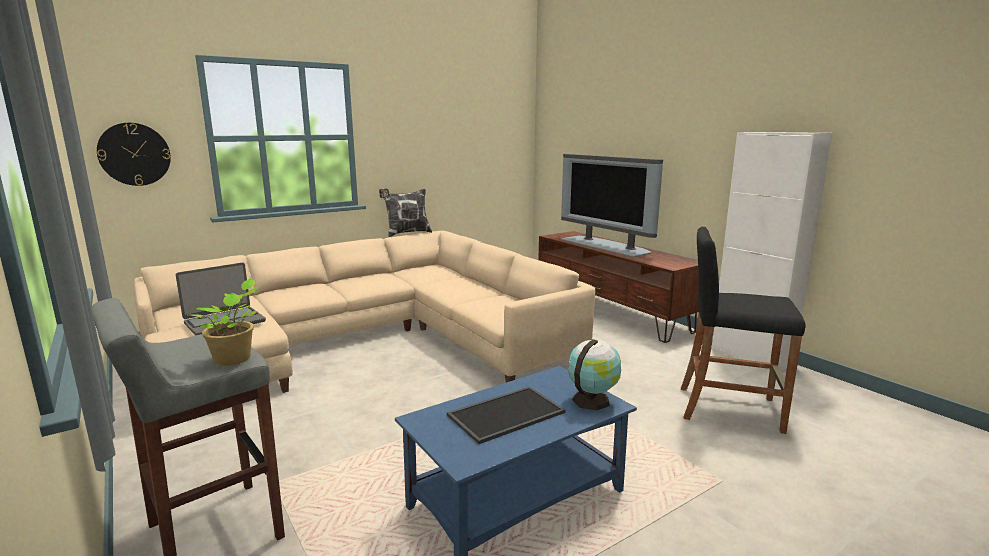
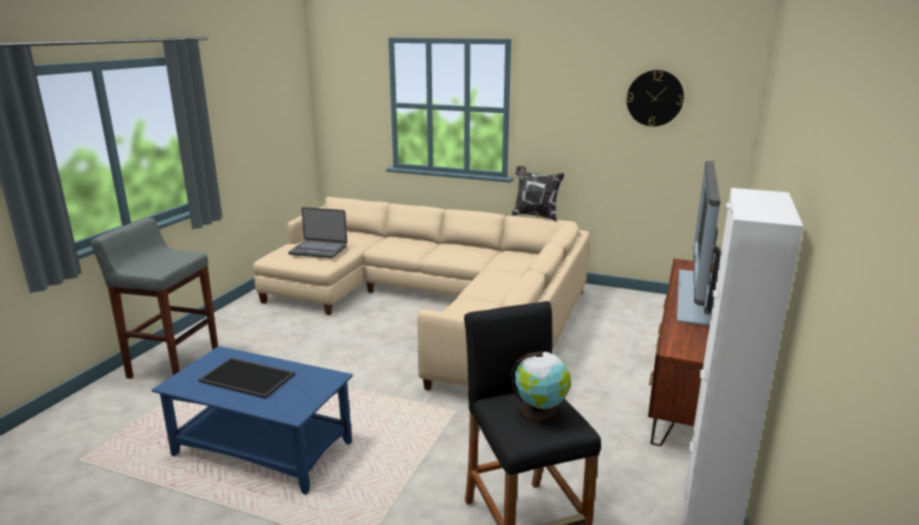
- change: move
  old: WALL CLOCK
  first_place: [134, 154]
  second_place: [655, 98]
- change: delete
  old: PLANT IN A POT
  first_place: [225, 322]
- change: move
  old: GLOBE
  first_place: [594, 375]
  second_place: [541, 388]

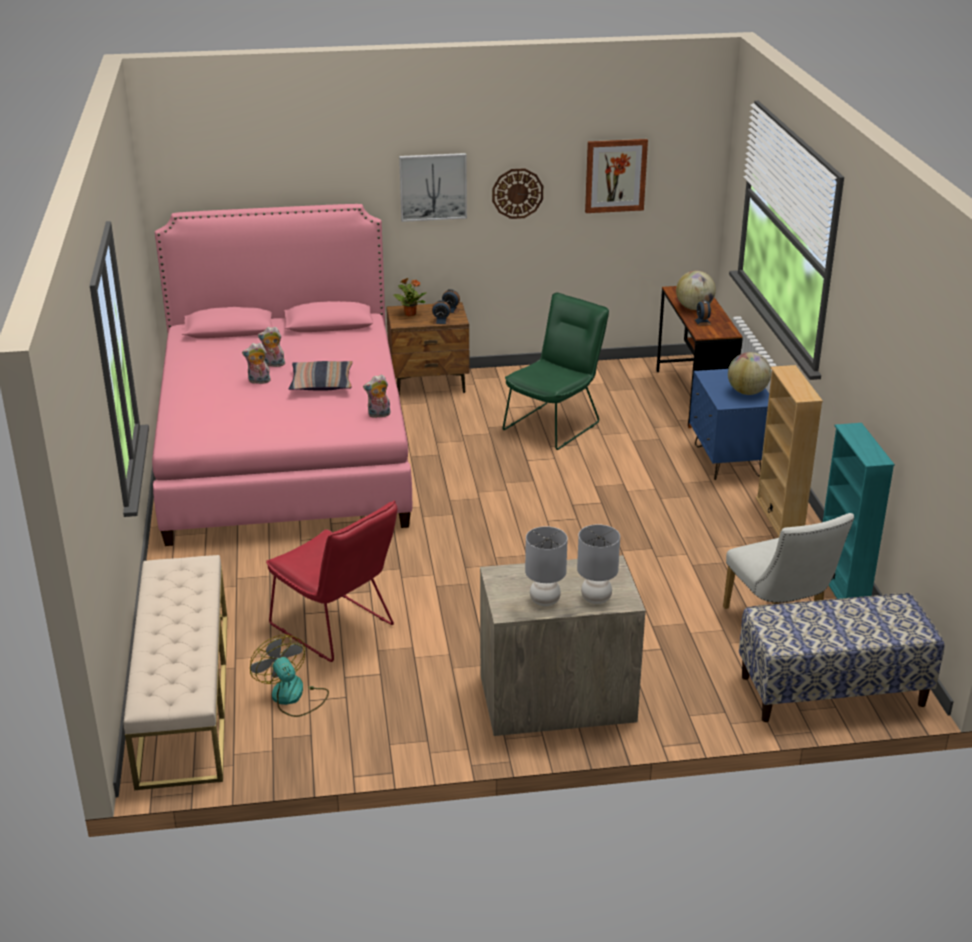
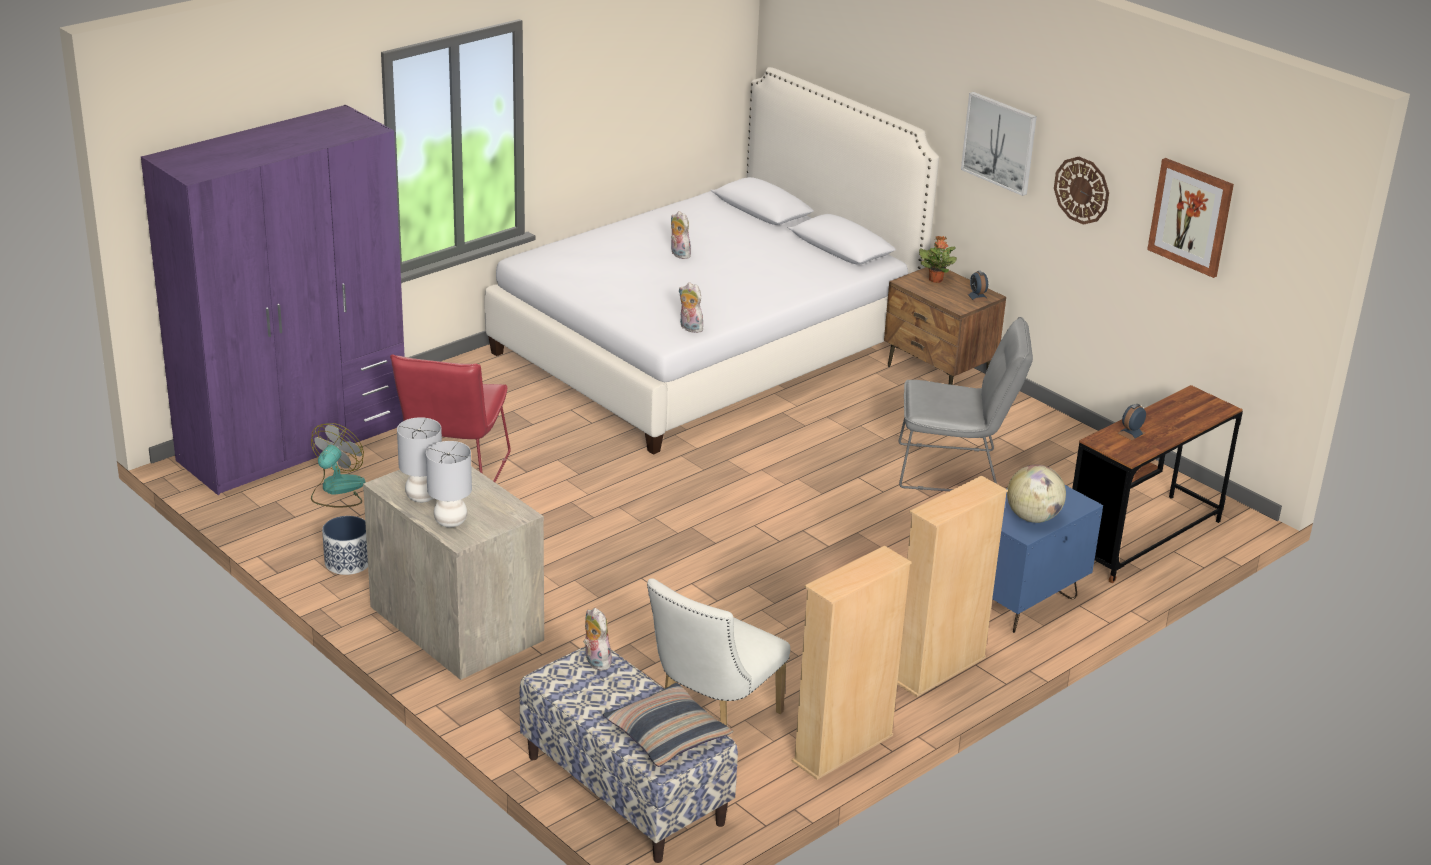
- change: replace
  old: BEIGE-COLOURED BENCH
  new: PURPLE ARMOIRE
  first_place: [175, 672]
  second_place: [273, 300]
- change: recolor
  old: PINK SLEEPING BED
  new: WHITE SLEEPING BED
  first_place: [282, 375]
  second_place: [712, 261]
- change: move
  old: CUDDLY TOY
  first_place: [271, 347]
  second_place: [597, 639]
- change: move
  old: CUSHION
  first_place: [321, 375]
  second_place: [668, 725]
- change: delete
  old: TABLE CLOCK
  first_place: [441, 312]
- change: recolor
  old: GREEN-COLOURED PLAIN CHAIR
  new: GREY PLAIN CHAIR
  first_place: [555, 371]
  second_place: [966, 404]
- change: delete
  old: GLOBE
  first_place: [696, 290]
- change: recolor
  old: TURQUOISE SHELVING UNIT
  new: BEIGE-COLOURED SHELVING UNIT
  first_place: [859, 511]
  second_place: [852, 662]
- change: insert
  new: PLANTER
  second_place: [345, 545]

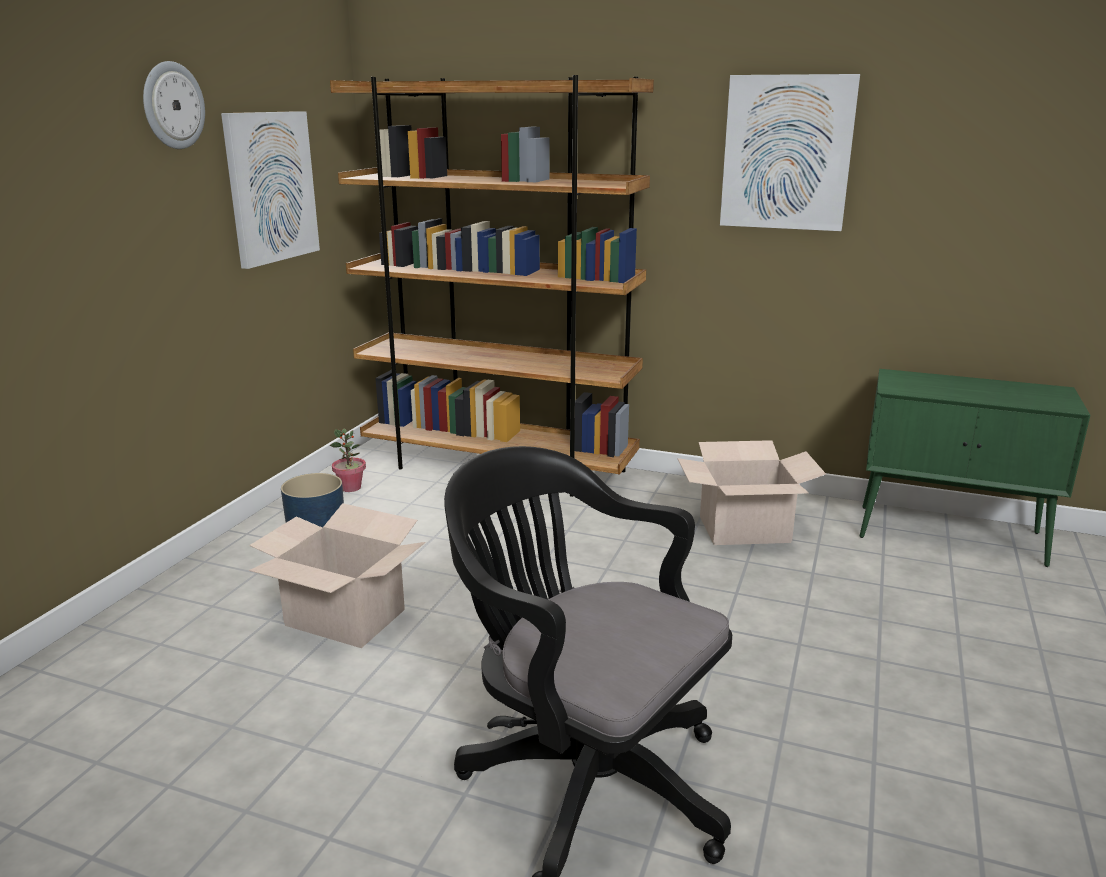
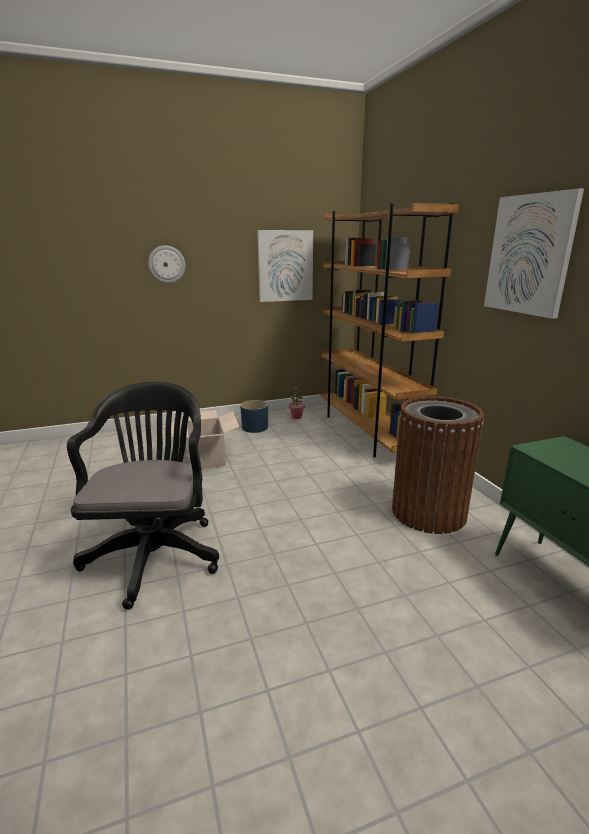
- change: move
  old: WALL CLOCK
  first_place: [174, 105]
  second_place: [166, 264]
- change: replace
  old: PACKING BOX
  new: BROWNISH TRASH CAN
  first_place: [751, 492]
  second_place: [438, 465]

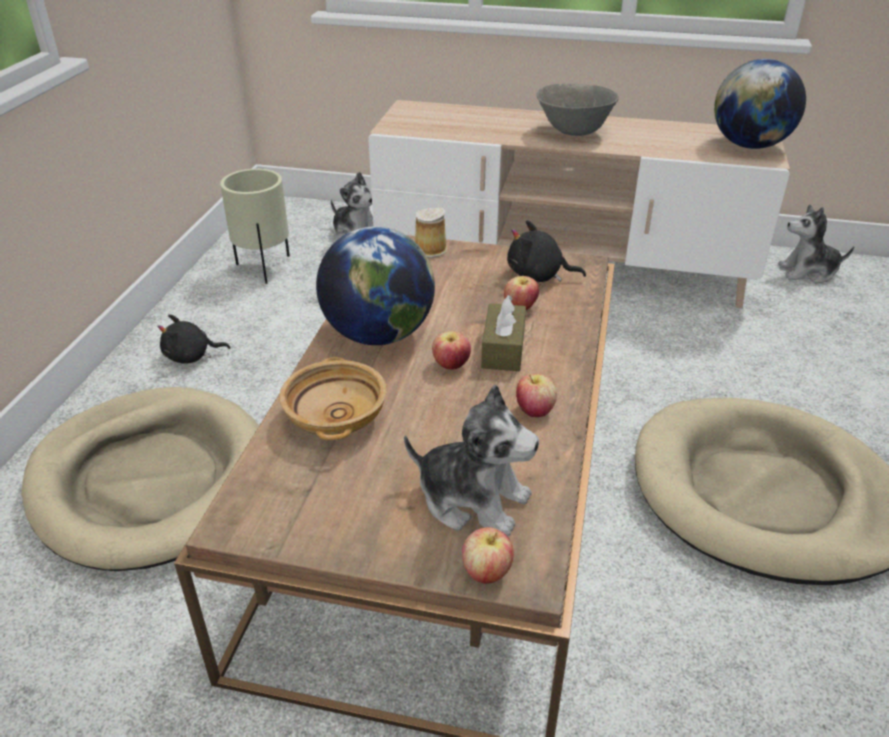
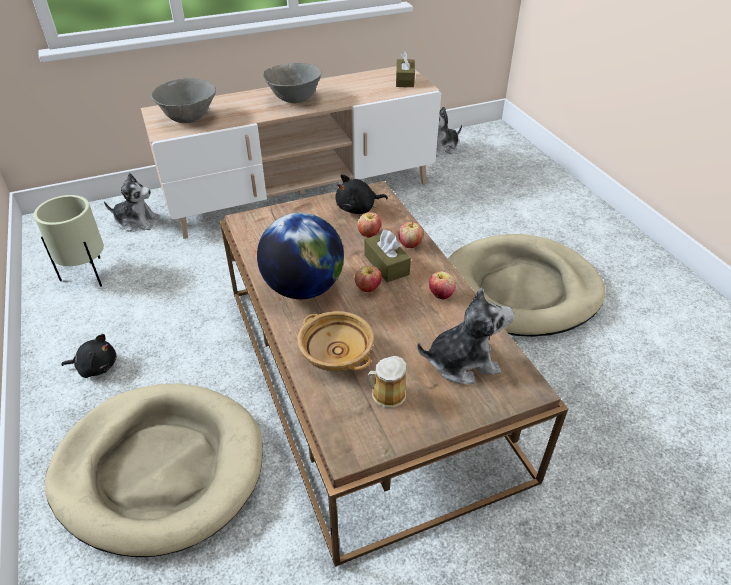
- change: rotate
  old: BLACK CUDDLY TOY
  first_place: [193, 339]
  second_place: [89, 356]
  degrees: -135
- change: move
  old: COFFEE MUG
  first_place: [431, 233]
  second_place: [386, 382]
- change: move
  old: APPLE FRUIT
  first_place: [488, 555]
  second_place: [410, 234]
- change: replace
  old: GLOBE
  new: BROWNISH TISSUE BOX
  first_place: [760, 104]
  second_place: [405, 69]
- change: insert
  new: GREY SERVING BOWL
  second_place: [183, 100]

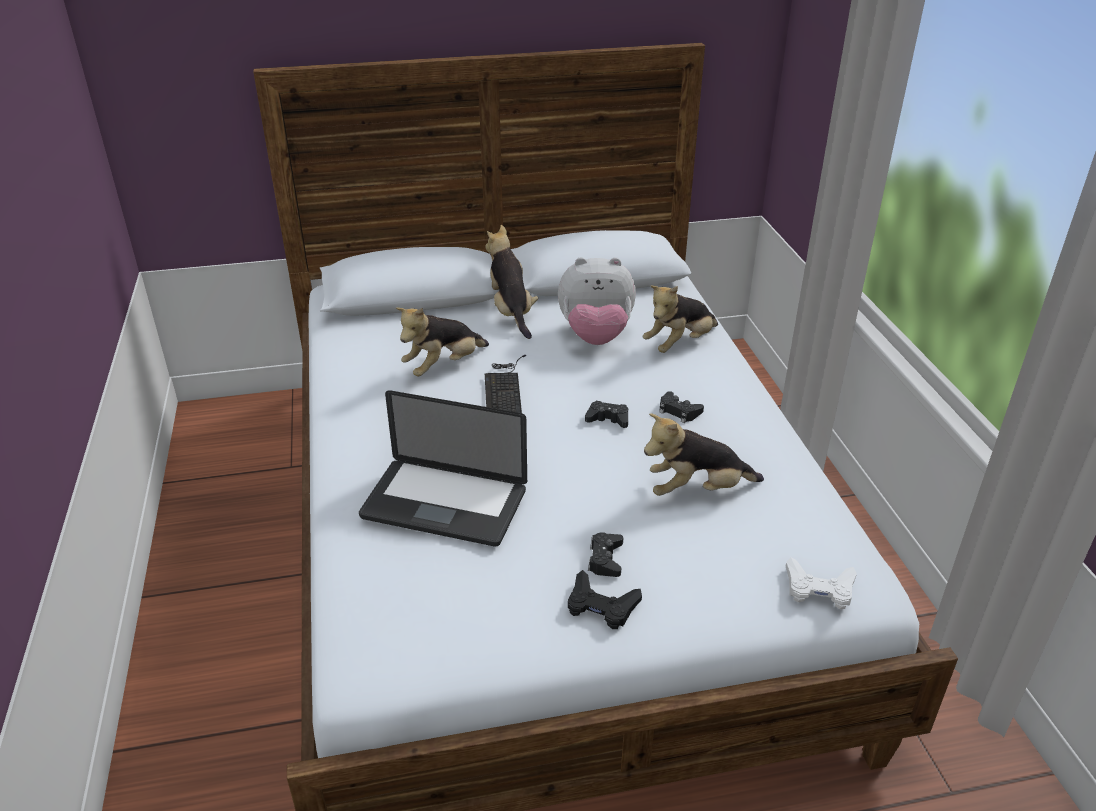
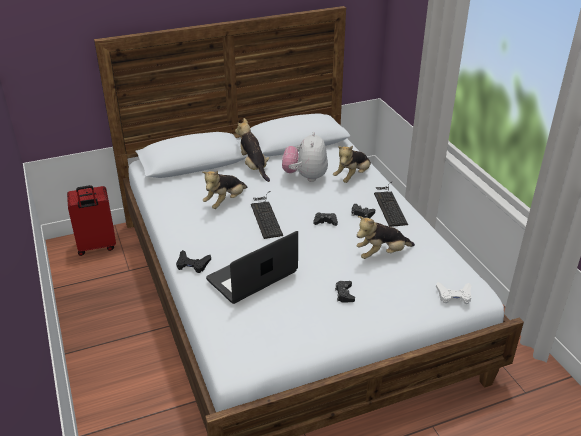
- change: rotate
  old: PORTABLE COMPUTER
  first_place: [443, 468]
  second_place: [252, 267]
  degrees: 135
- change: rotate
  old: CUDDLY TOY
  first_place: [597, 301]
  second_place: [305, 157]
  degrees: 105
- change: move
  old: BLACK GAME CONTROLLER
  first_place: [605, 599]
  second_place: [193, 261]
- change: insert
  new: RED-COLOURED SUITCASE
  second_place: [91, 220]
- change: insert
  new: KEYBOARD
  second_place: [391, 204]

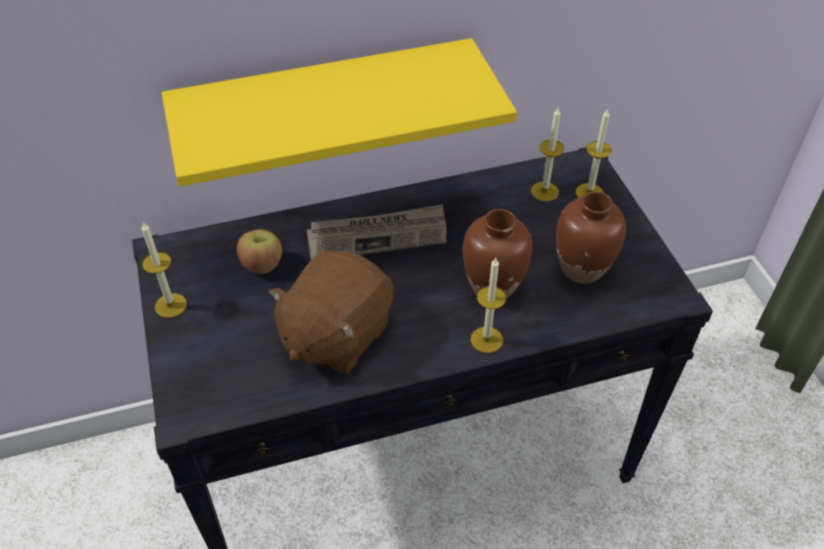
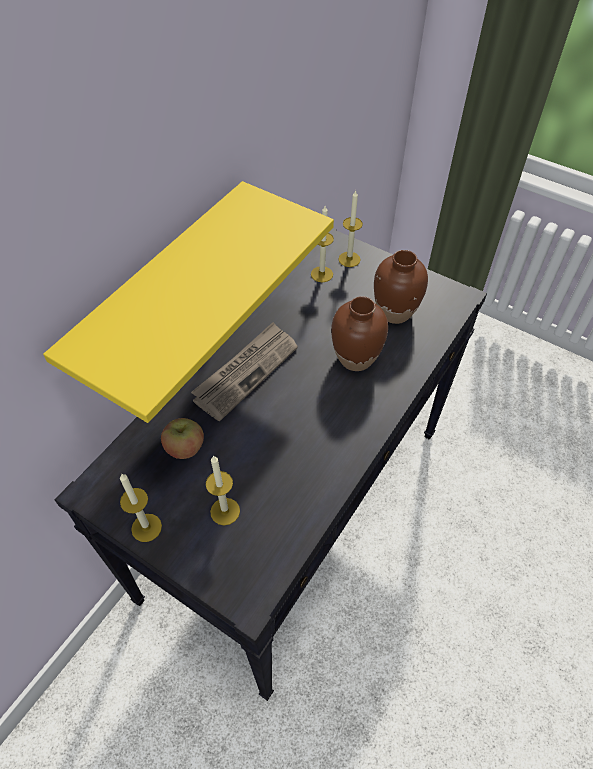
- change: delete
  old: BROWNISH CUDDLY TOY
  first_place: [331, 312]
- change: move
  old: CANDLE
  first_place: [488, 305]
  second_place: [223, 490]

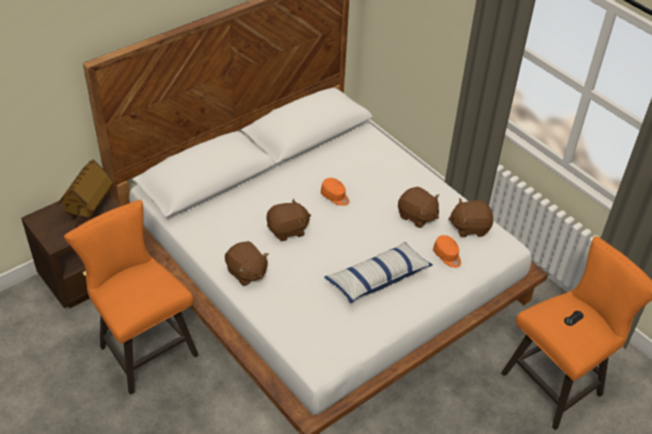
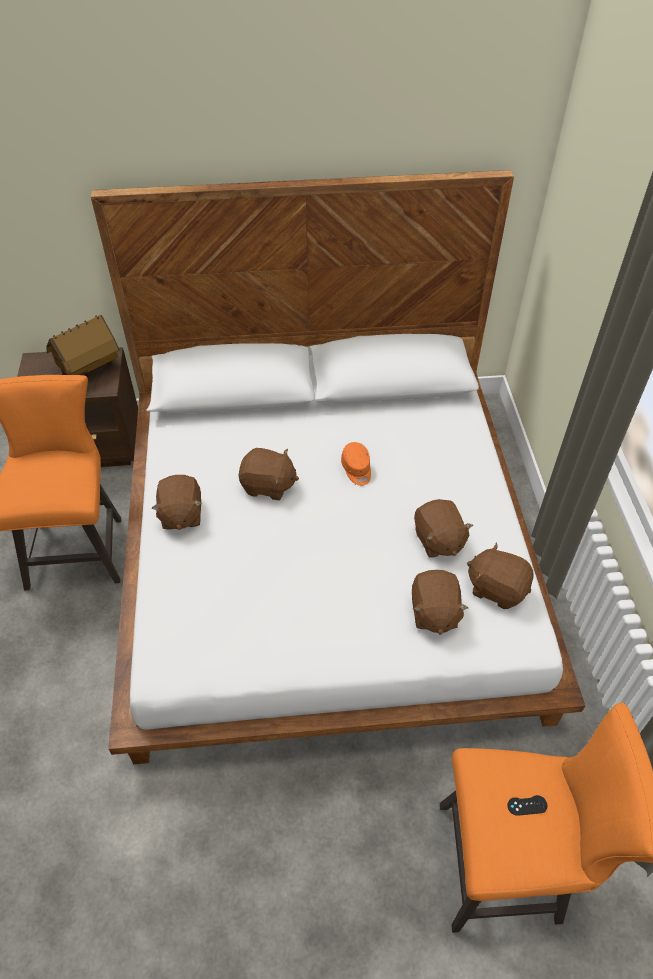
- change: delete
  old: CUSHION
  first_place: [379, 272]
- change: replace
  old: ORANGE-COLOURED BASEBALL CAP
  new: BROWNISH CUDDLY TOY
  first_place: [447, 251]
  second_place: [440, 602]

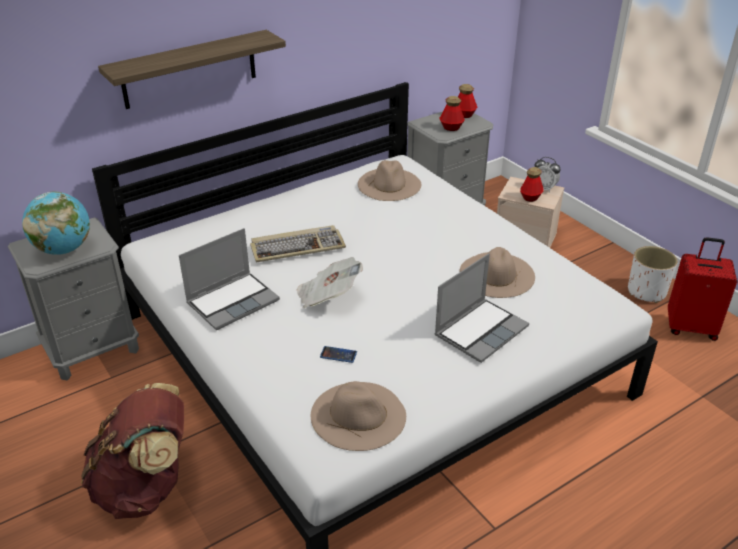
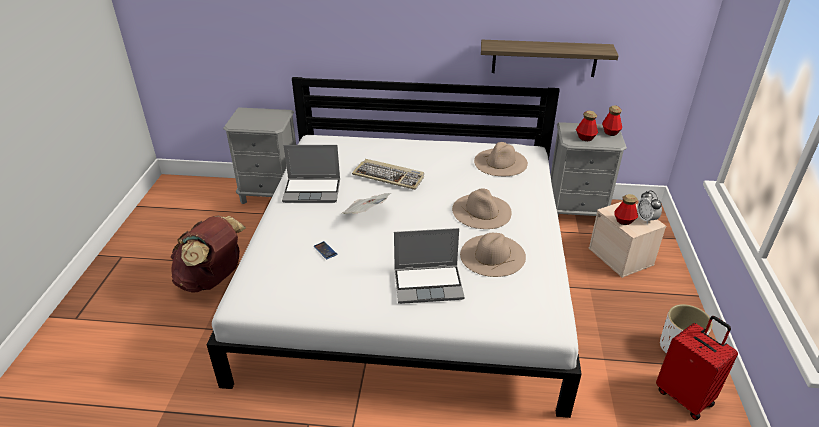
- change: delete
  old: GLOBE
  first_place: [56, 223]
- change: move
  old: BRACKET SHELF
  first_place: [192, 69]
  second_place: [550, 58]
- change: move
  old: BEIGE-COLOURED CLOTHING HAT
  first_place: [358, 416]
  second_place: [482, 208]

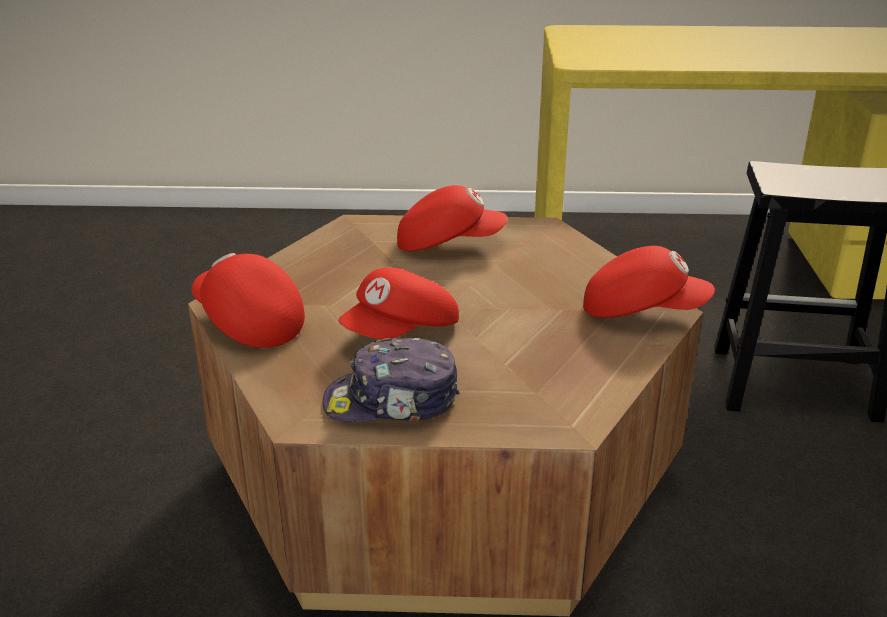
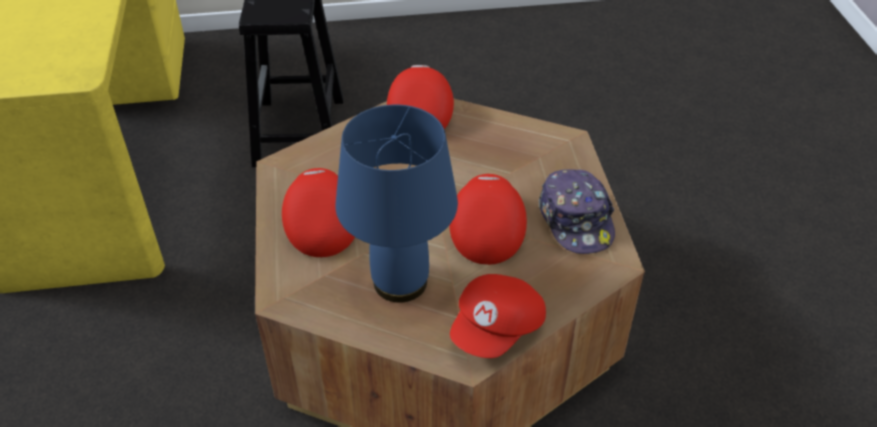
- change: rotate
  old: RED-COLOURED BASEBALL CAP
  first_place: [398, 303]
  second_place: [488, 219]
  degrees: -120
- change: insert
  new: BLUE-COLOURED TABLETOP LAMP
  second_place: [396, 203]

